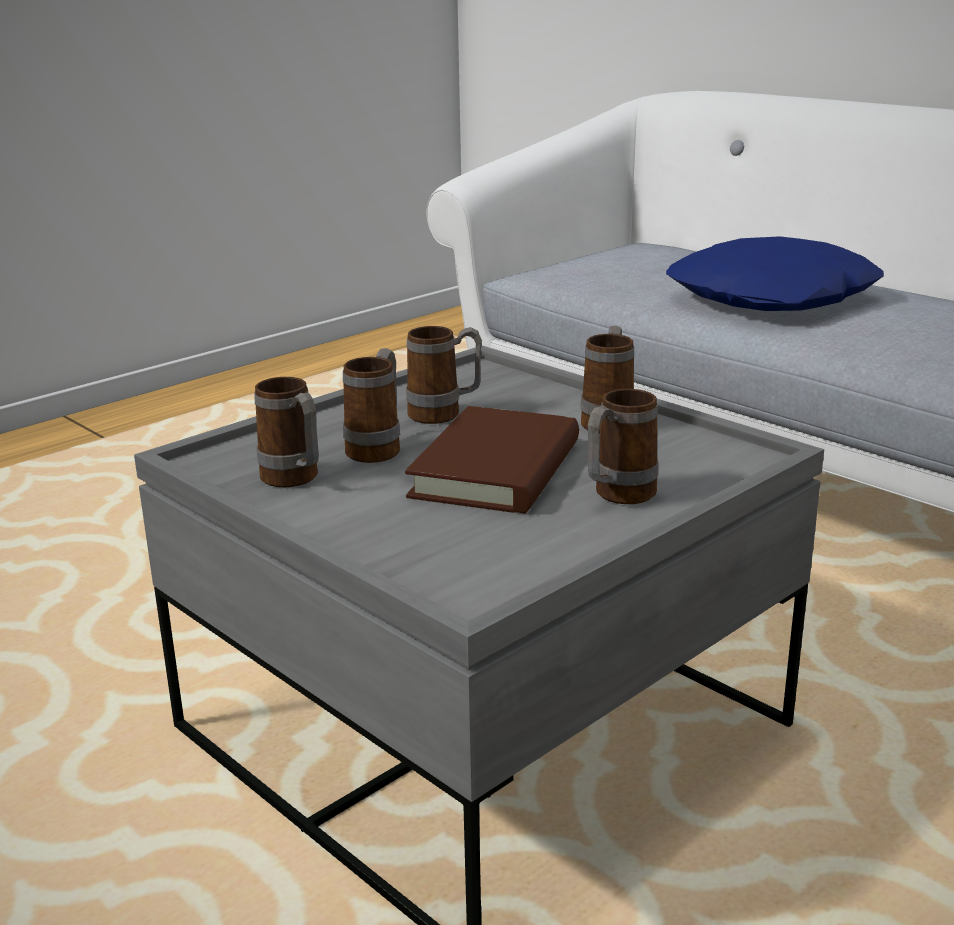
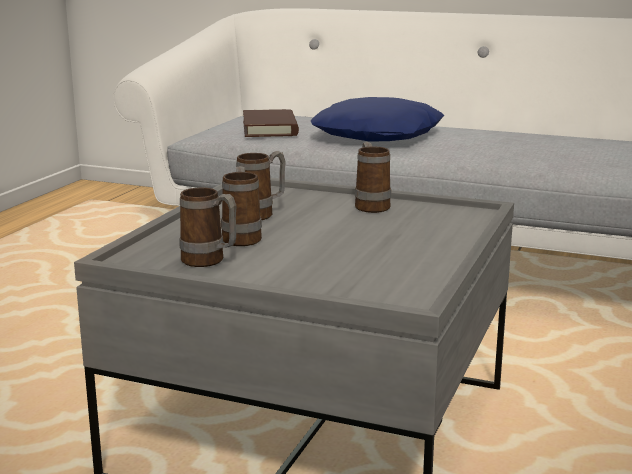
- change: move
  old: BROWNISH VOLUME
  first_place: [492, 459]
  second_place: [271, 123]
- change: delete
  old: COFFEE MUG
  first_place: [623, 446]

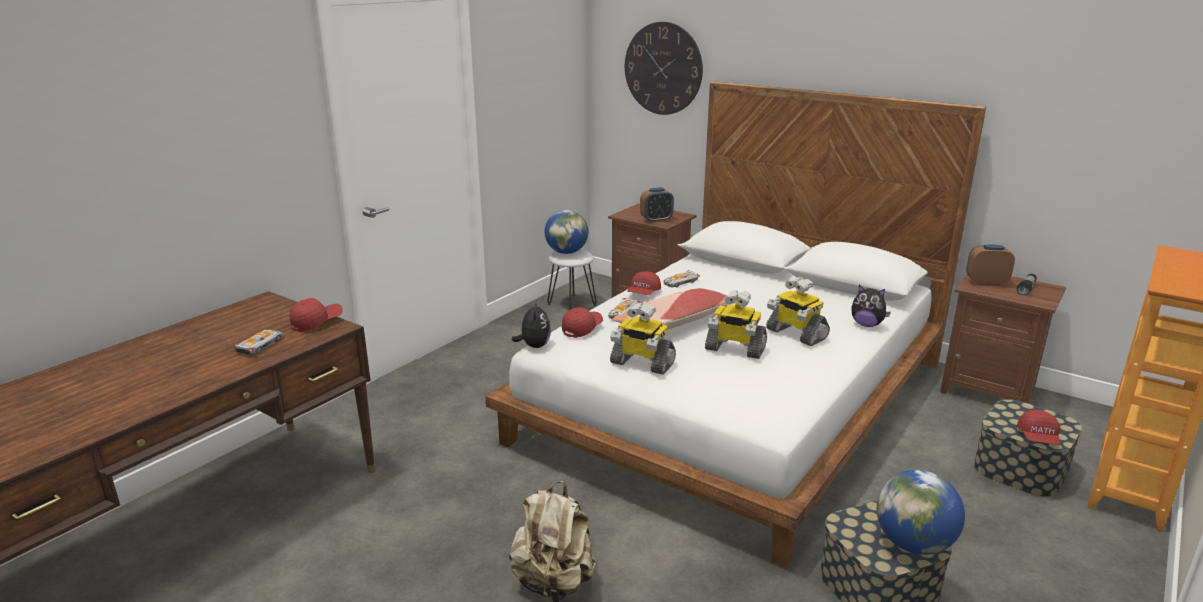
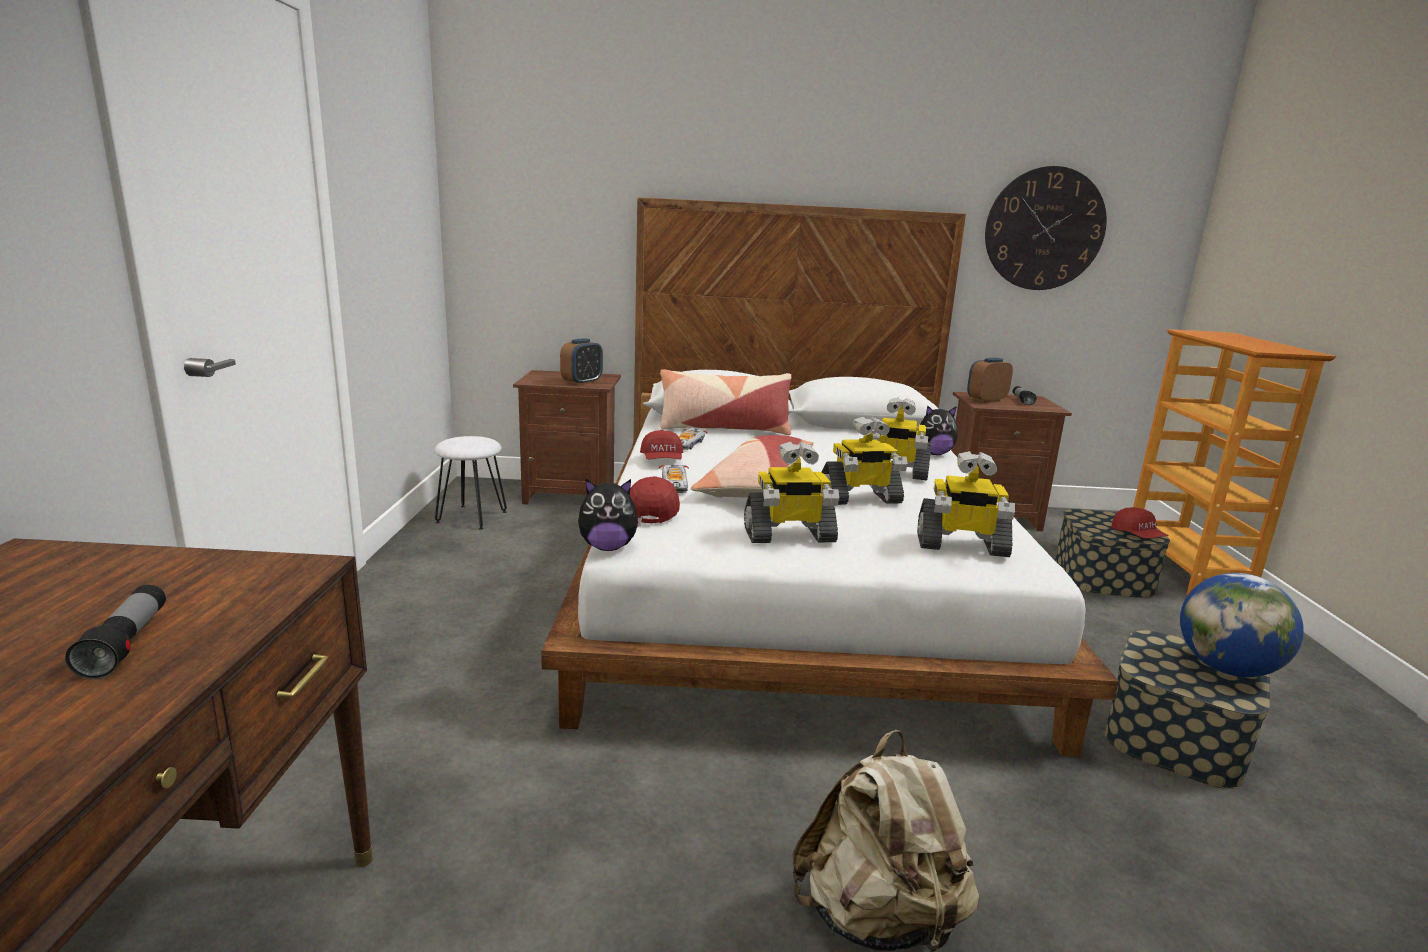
- change: replace
  old: MODEL CAR
  new: TORCH
  first_place: [258, 342]
  second_place: [115, 632]
- change: delete
  old: RED-COLOURED BASEBALL CAP
  first_place: [316, 315]
- change: rotate
  old: CUDDLY TOY
  first_place: [531, 324]
  second_place: [610, 515]
  degrees: 120
- change: delete
  old: GLOBE
  first_place: [566, 232]
- change: move
  old: WALL CLOCK
  first_place: [664, 68]
  second_place: [1046, 228]
- change: insert
  new: CUSHION
  second_place: [725, 402]
- change: insert
  new: MODEL ROBOT
  second_place: [966, 504]

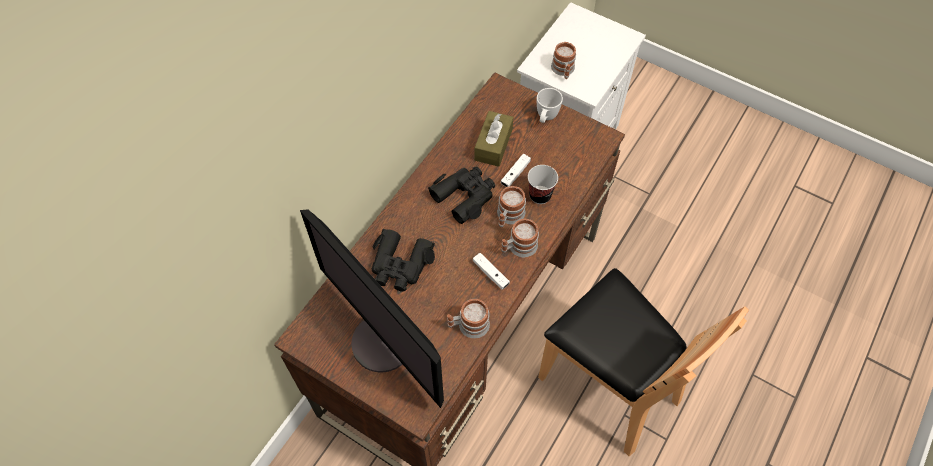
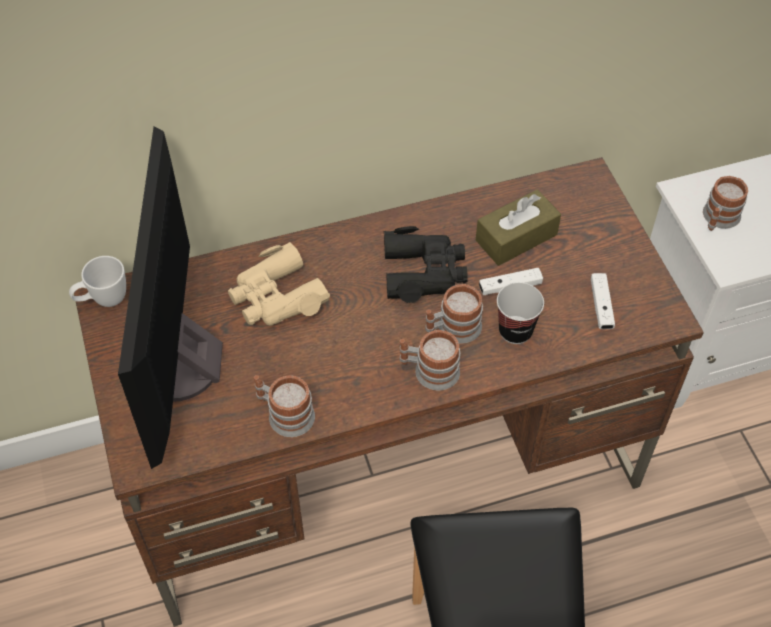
- change: recolor
  old: BLACK PAIR OF BINOCULARS
  new: BEIGE-COLOURED PAIR OF BINOCULARS
  first_place: [403, 260]
  second_place: [279, 284]
- change: move
  old: WHITE GAME CONTROLLER
  first_place: [491, 271]
  second_place: [603, 301]
- change: move
  old: WHITE COFFEE MUG
  first_place: [550, 105]
  second_place: [97, 281]

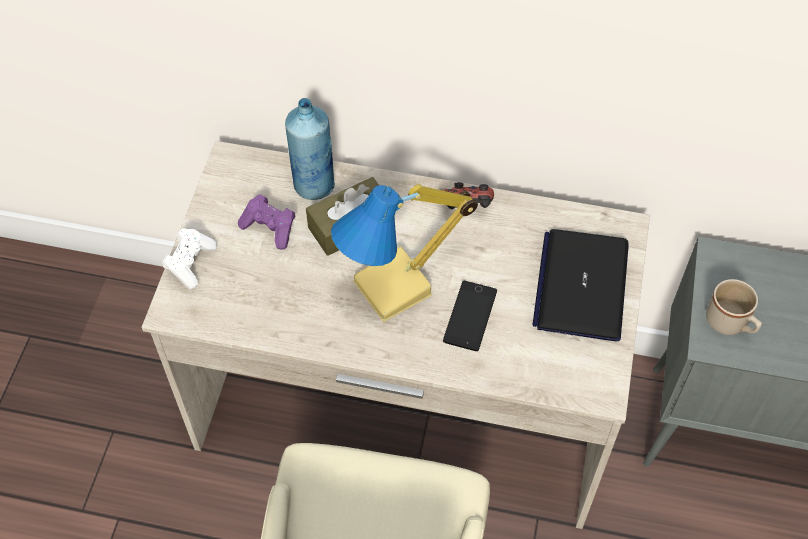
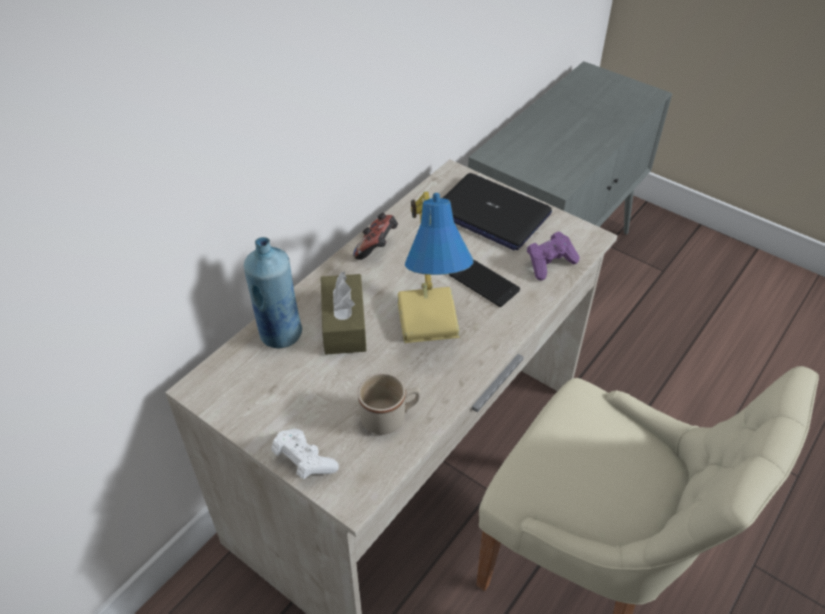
- change: move
  old: PURPLE GAME CONTROLLER
  first_place: [266, 222]
  second_place: [553, 256]
- change: move
  old: BEIGE-COLOURED COFFEE MUG
  first_place: [734, 307]
  second_place: [389, 404]

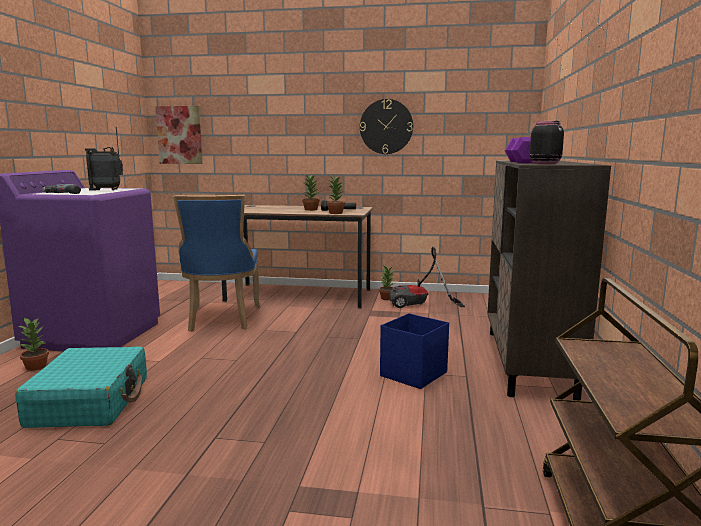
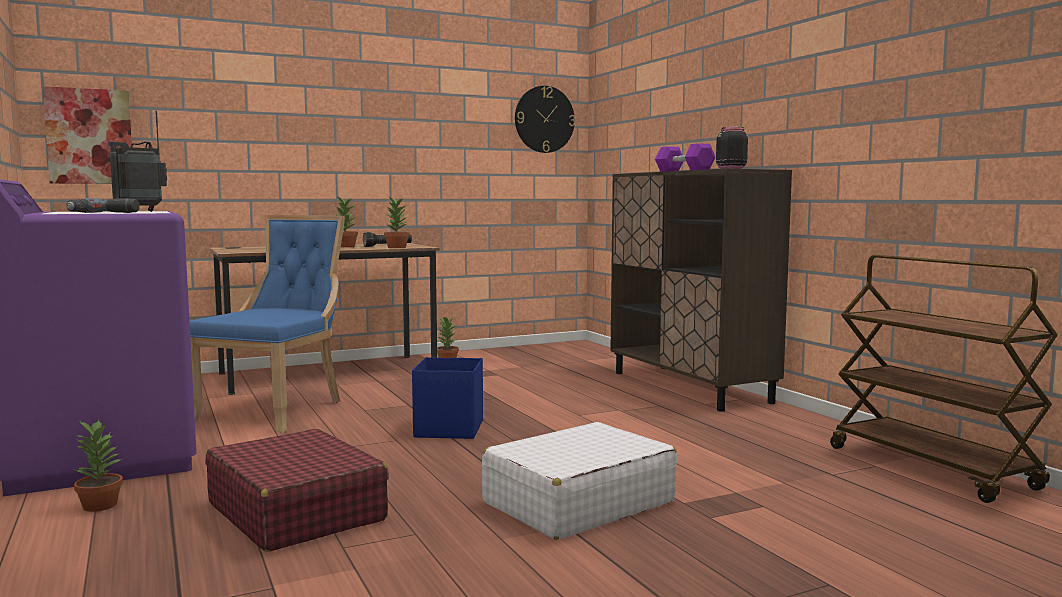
- change: recolor
  old: TURQUOISE SUITCASE
  new: RED-COLOURED SUITCASE
  first_place: [81, 387]
  second_place: [297, 490]
- change: rotate
  old: BLUE-COLOURED PLAIN CHAIR
  first_place: [217, 263]
  second_place: [267, 324]
  degrees: -120
- change: move
  old: WALL CLOCK
  first_place: [386, 126]
  second_place: [545, 119]
- change: move
  old: BLUE-COLOURED STORAGE BIN
  first_place: [414, 351]
  second_place: [447, 398]
- change: delete
  old: HOOVER
  first_place: [427, 277]
- change: insert
  new: WHITE SUITCASE
  second_place: [579, 481]

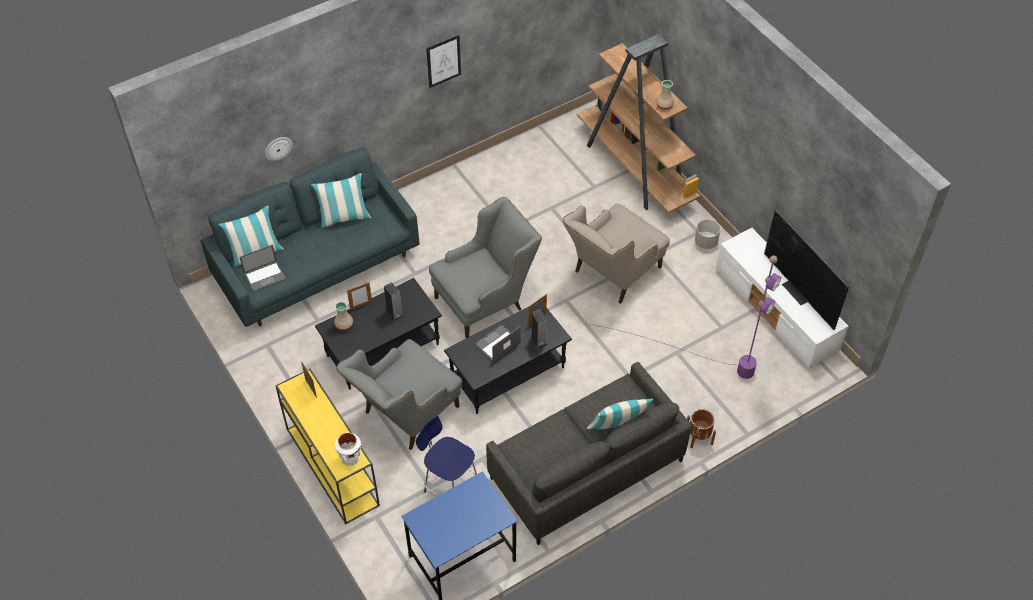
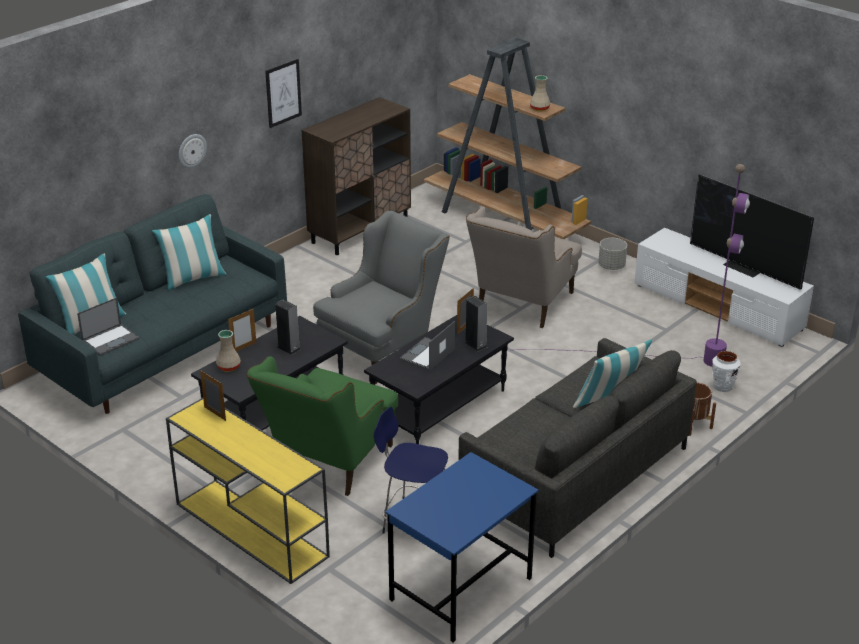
- change: move
  old: WALL CLOCK
  first_place: [279, 149]
  second_place: [193, 151]
- change: move
  old: WHITE VASE
  first_place: [348, 449]
  second_place: [726, 371]
- change: recolor
  old: GREY ARMCHAIR
  new: GREEN-COLOURED ARMCHAIR
  first_place: [399, 394]
  second_place: [322, 426]
- change: insert
  new: BROWNISH CUPBOARD
  second_place: [356, 176]

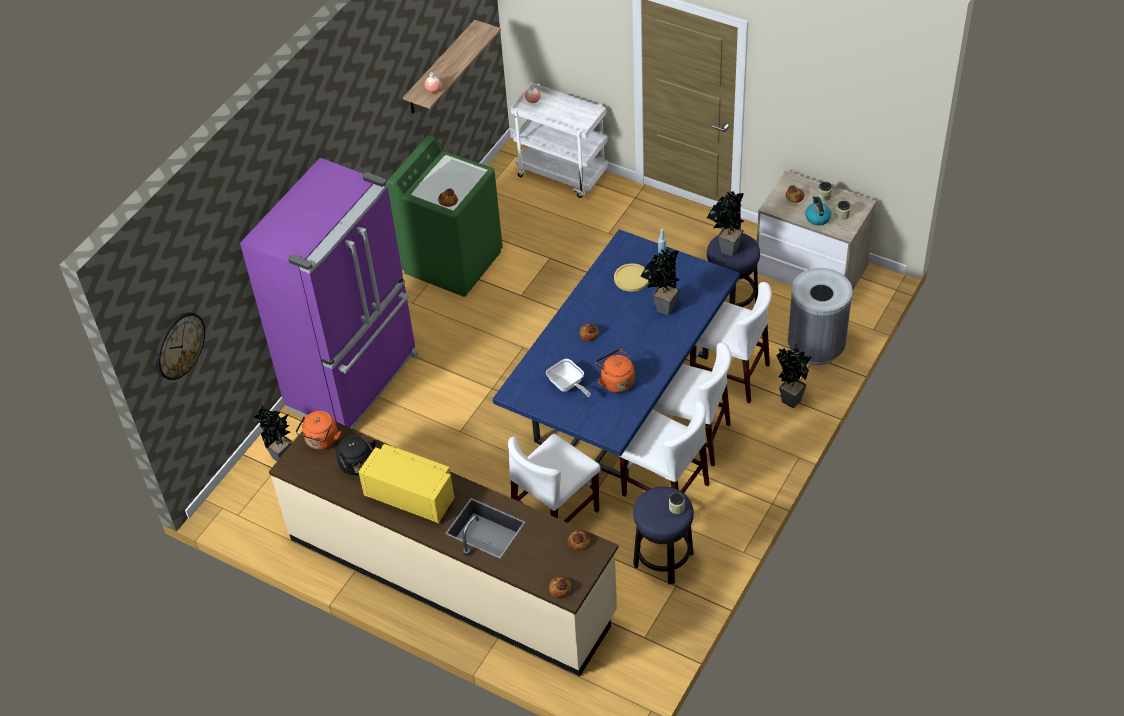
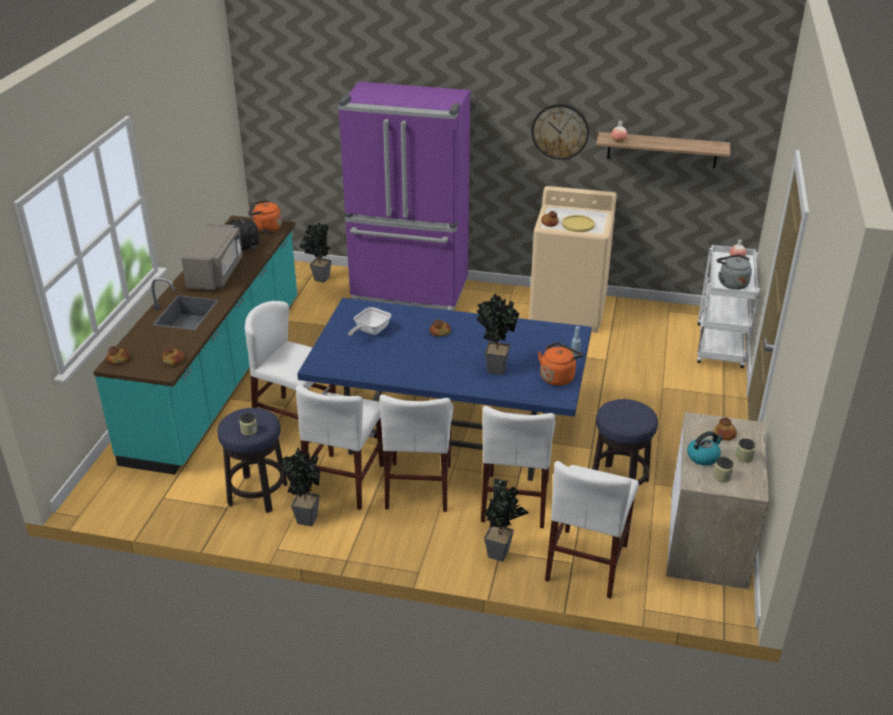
- change: move
  old: WALL CLOCK
  first_place: [180, 346]
  second_place: [560, 132]
- change: recolor
  old: BEIGE-COLOURED KITCHEN COUNTER
  new: TURQUOISE KITCHEN COUNTER
  first_place: [443, 549]
  second_place: [195, 345]
- change: recolor
  old: YELLOWISH KITCHEN MICROWAVE
  new: GREY KITCHEN MICROWAVE
  first_place: [406, 483]
  second_place: [212, 256]
- change: recolor
  old: GREEN-COLOURED LAUNDRY APPLIANCE
  new: BEIGE-COLOURED LAUNDRY APPLIANCE
  first_place: [445, 216]
  second_place: [573, 259]
- change: move
  old: ORANGE-COLOURED TEA KETTLE
  first_place: [615, 371]
  second_place: [560, 364]
- change: move
  old: YELLOWISH FLAT DISH
  first_place: [631, 278]
  second_place: [578, 223]
- change: move
  old: PLANT IN A POT
  first_place: [725, 223]
  second_place: [300, 486]
- change: replace
  old: GREY TRASH CAN
  new: WHITE PLAIN CHAIR
  first_place: [820, 316]
  second_place: [592, 529]
- change: insert
  new: GREY TEA KETTLE
  second_place: [734, 272]

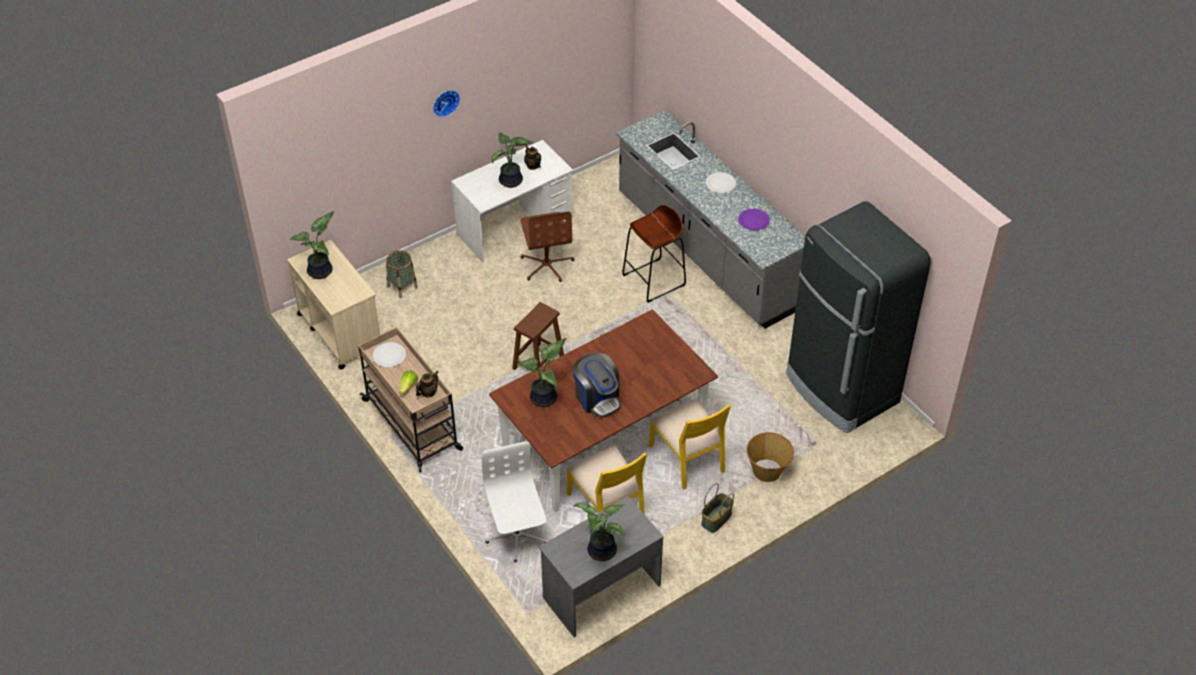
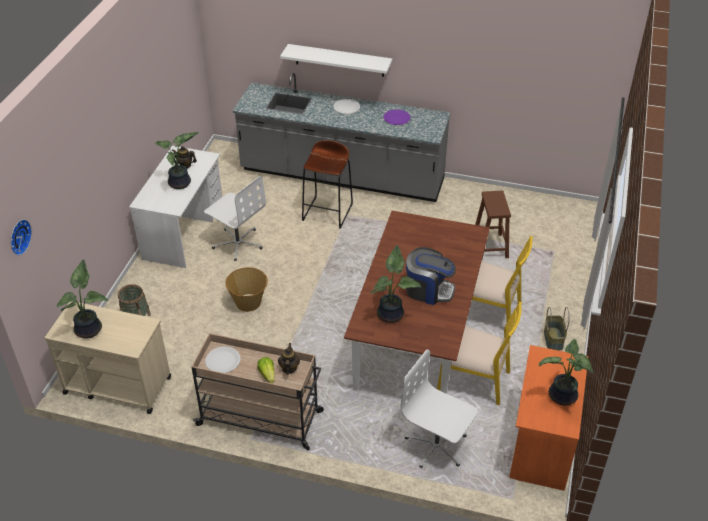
- change: move
  old: WALL CLOCK
  first_place: [446, 103]
  second_place: [21, 237]
- change: move
  old: BROWNISH STOOL
  first_place: [538, 336]
  second_place: [493, 225]
- change: recolor
  old: BROWNISH OFFICE CHAIR
  new: WHITE OFFICE CHAIR
  first_place: [547, 246]
  second_place: [235, 218]
- change: recolor
  old: GREY DESK
  new: ORANGE-COLOURED DESK
  first_place: [601, 566]
  second_place: [548, 418]
- change: move
  old: BASKET
  first_place: [770, 457]
  second_place: [246, 289]
- change: delete
  old: BLACK KITCHEN FRIDGE
  first_place: [858, 317]
- change: insert
  new: WHITE BRACKET SHELF
  second_place: [336, 60]

